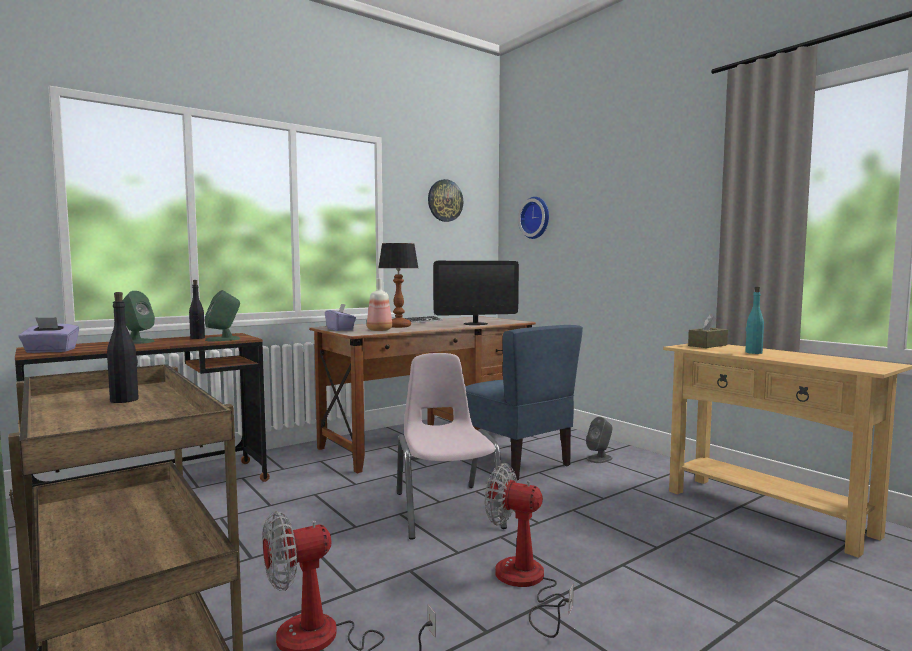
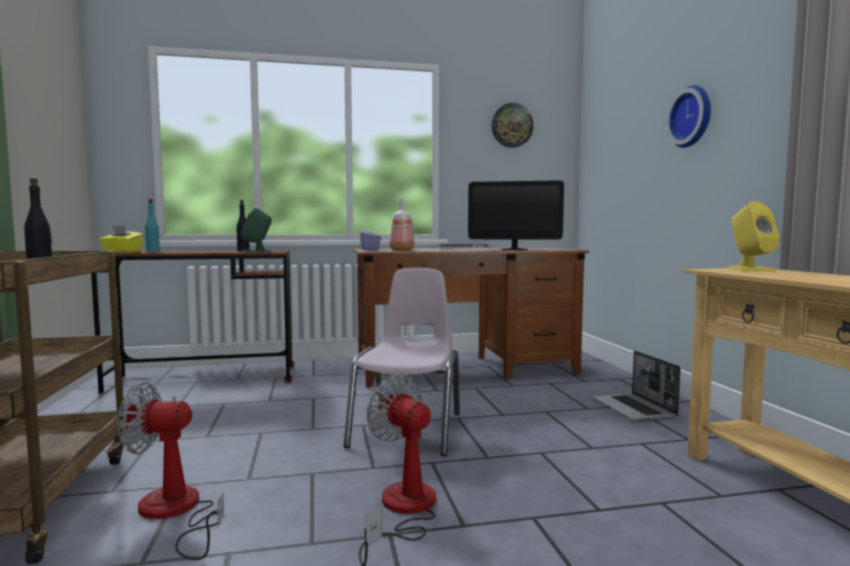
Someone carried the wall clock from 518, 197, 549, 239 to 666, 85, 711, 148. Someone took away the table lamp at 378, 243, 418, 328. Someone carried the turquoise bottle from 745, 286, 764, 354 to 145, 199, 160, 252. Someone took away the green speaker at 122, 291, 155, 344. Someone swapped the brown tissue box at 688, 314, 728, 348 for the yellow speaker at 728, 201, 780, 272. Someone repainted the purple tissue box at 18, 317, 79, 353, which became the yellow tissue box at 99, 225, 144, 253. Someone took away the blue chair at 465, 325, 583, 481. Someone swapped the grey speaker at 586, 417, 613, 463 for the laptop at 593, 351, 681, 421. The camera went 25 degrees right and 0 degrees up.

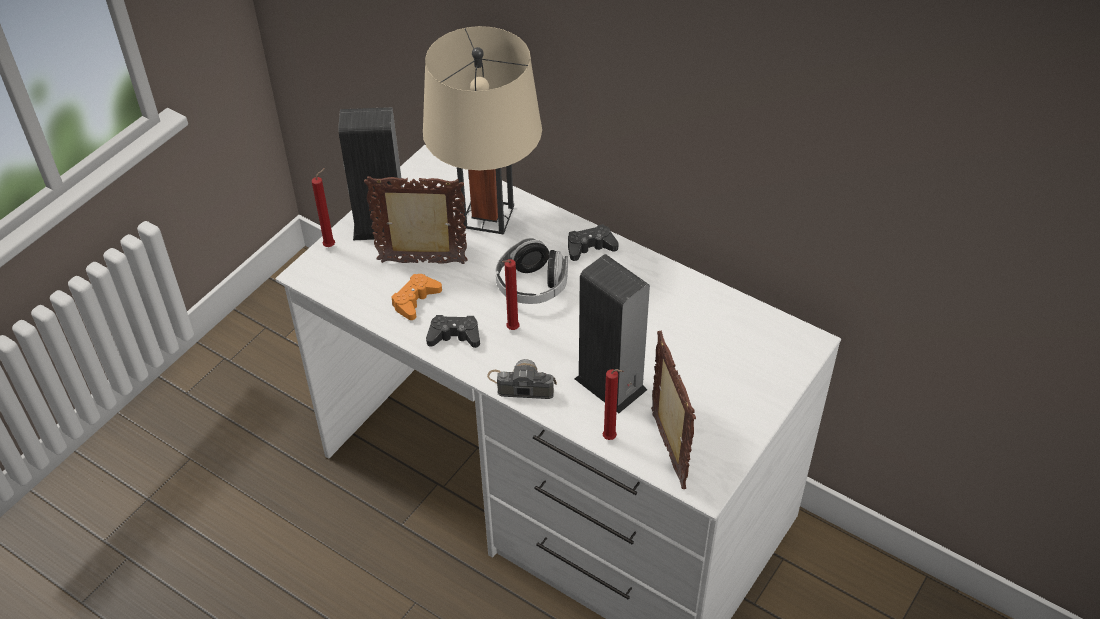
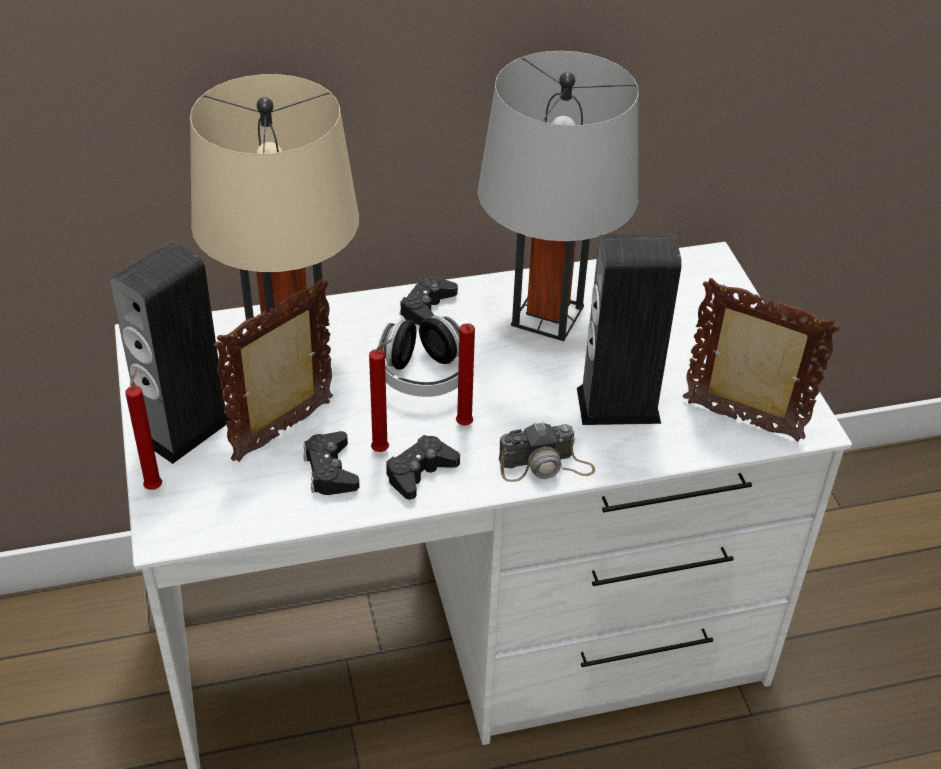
Someone repainted the orange game controller at 391, 274, 442, 320, which became the black game controller at 303, 431, 359, 495. Someone rotated the photo camera at 487, 359, 557, 399 by 150 degrees counterclockwise. Someone carried the red candle from 602, 369, 624, 440 to 369, 340, 393, 452. Someone put down the grey table lamp at 478, 51, 638, 341. The camera went 50 degrees left and 5 degrees down.

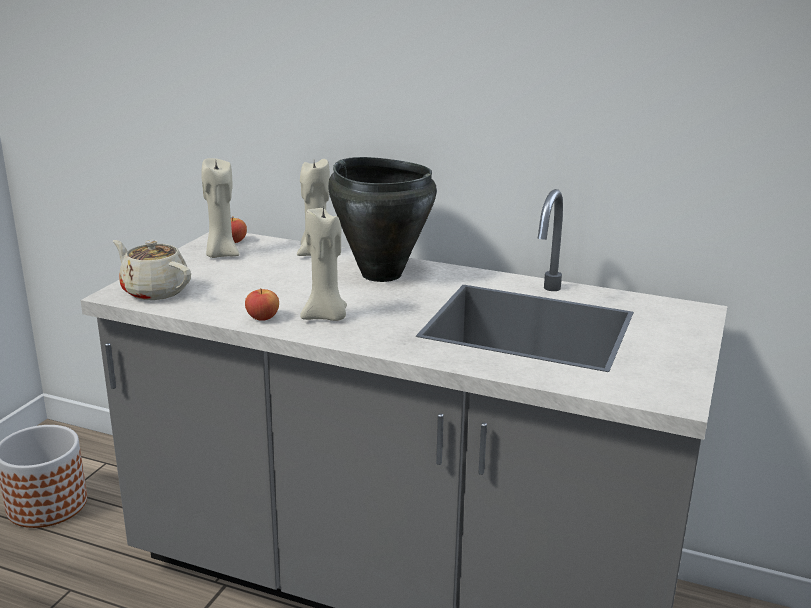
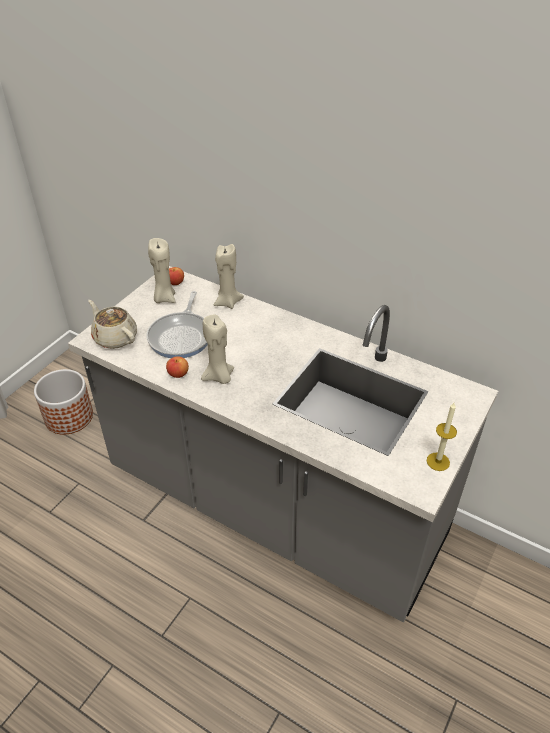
Someone took away the black cooking pot at 328, 157, 437, 282. Someone put down the frying pan at 147, 291, 208, 358. Someone put down the candle at 427, 403, 457, 471. The camera went 10 degrees right and 20 degrees up.

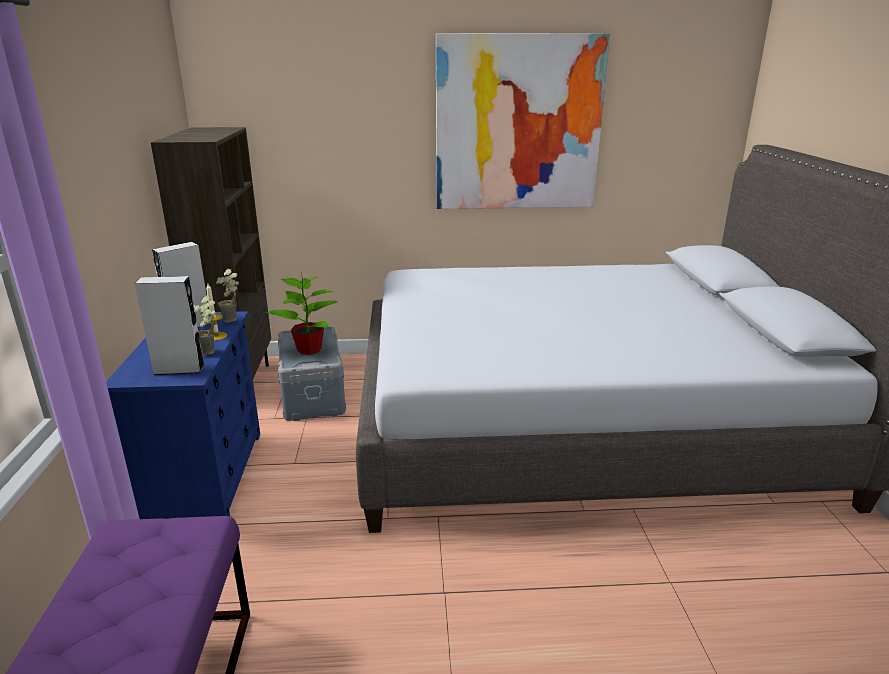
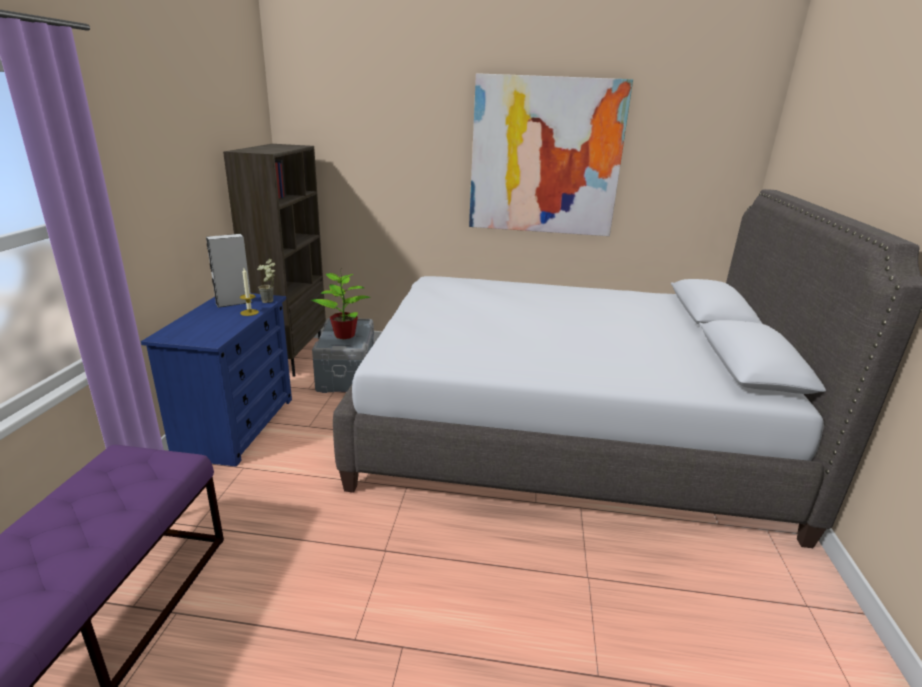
Someone took away the grey speaker at 135, 276, 205, 375. Someone took away the potted plant at 194, 295, 216, 356. The camera went 10 degrees right and 0 degrees up.

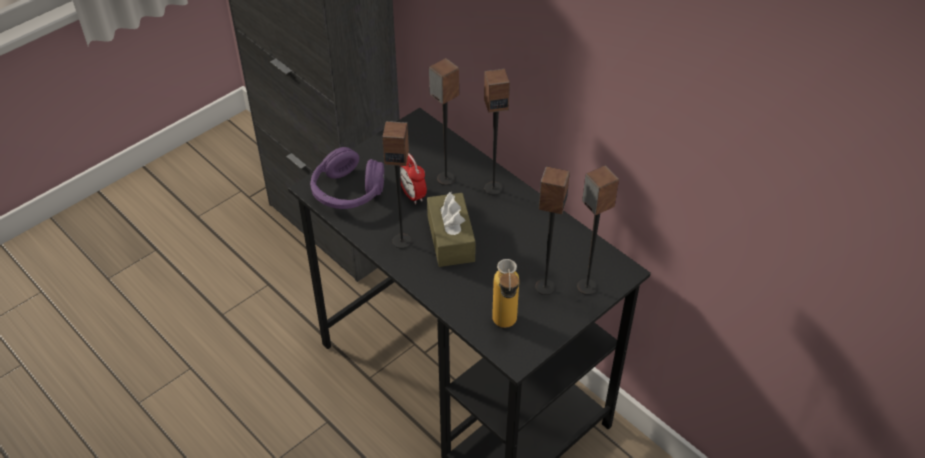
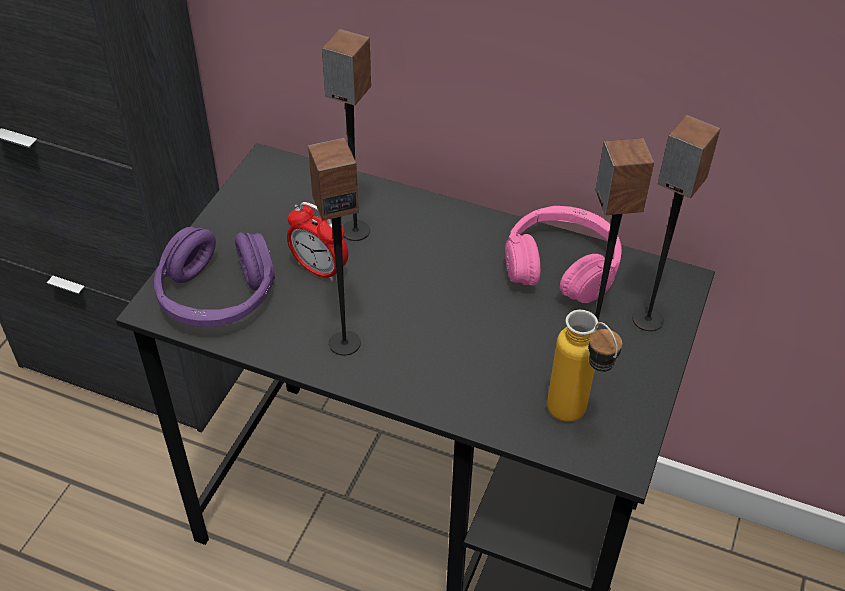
Someone took away the speaker at 484, 69, 510, 195. Someone took away the brown tissue box at 427, 192, 476, 267. Someone put down the pink headphones at 505, 206, 622, 303. The camera went 25 degrees left and 0 degrees up.

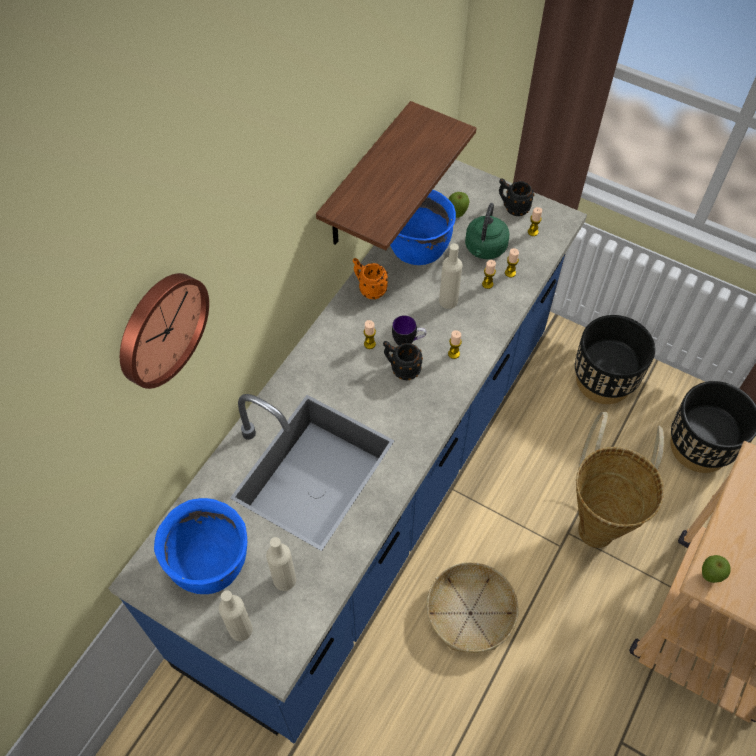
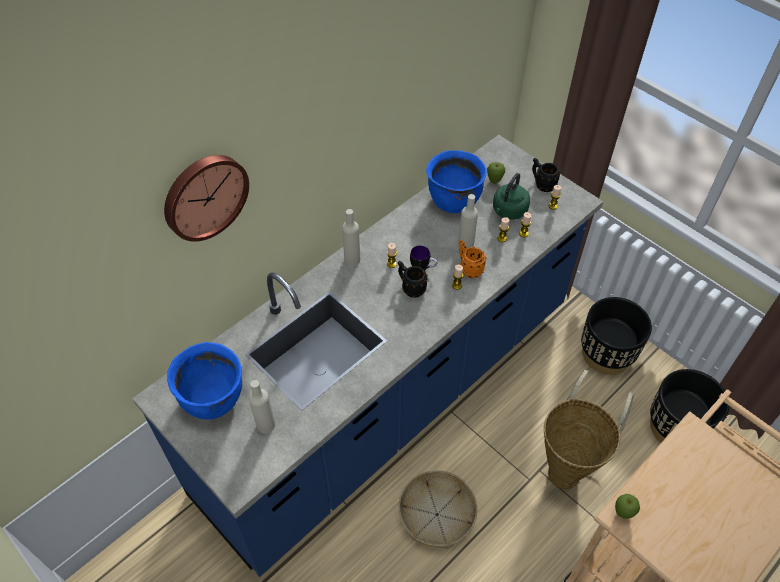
Someone took away the shelf at 316, 101, 476, 250. Someone carried the orange mug from 353, 258, 388, 299 to 459, 240, 486, 278. Someone carried the beige bottle from 219, 590, 253, 641 to 342, 209, 360, 266. The camera went 15 degrees right and 5 degrees down.

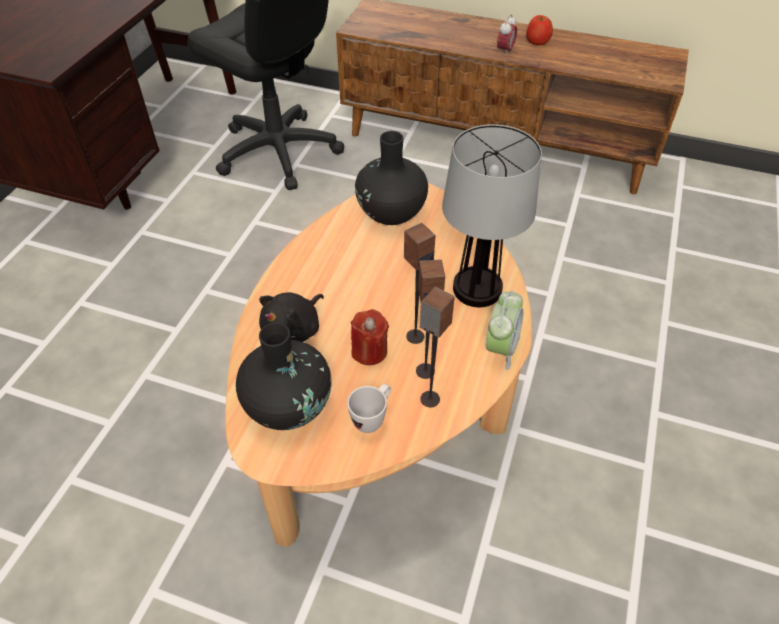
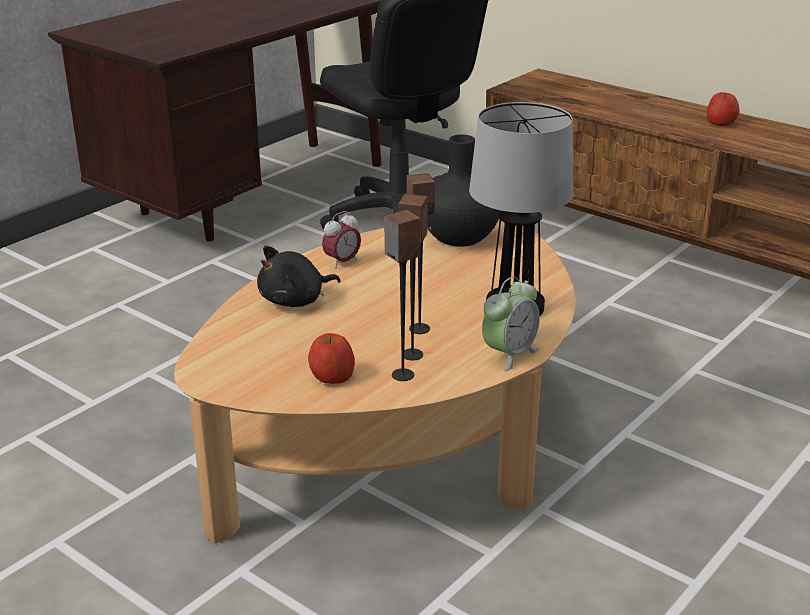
Someone carried the alarm clock from 497, 14, 517, 56 to 322, 211, 361, 268. Someone took away the red candle at 351, 309, 389, 365. Someone took away the black vase at 236, 323, 332, 430. Someone swapped the white mug at 347, 384, 391, 433 for the apple at 308, 333, 355, 384. The camera went 20 degrees right and 20 degrees down.

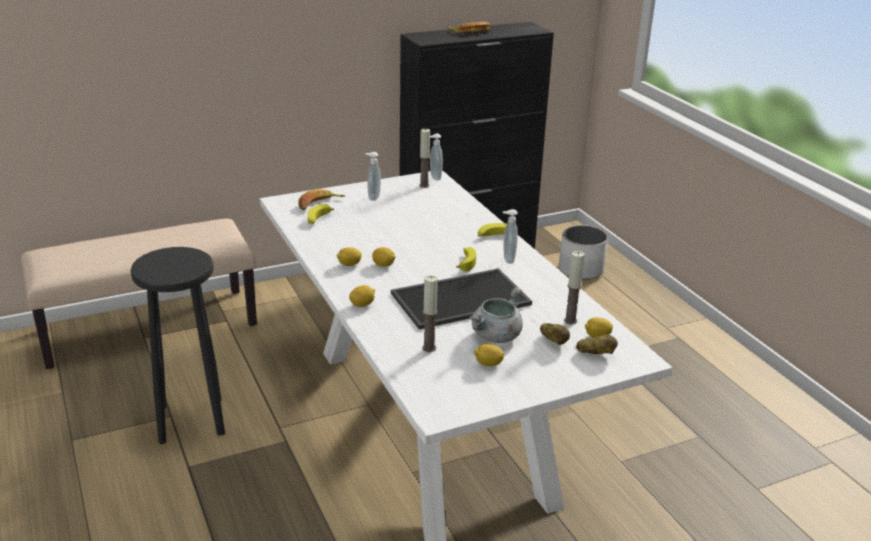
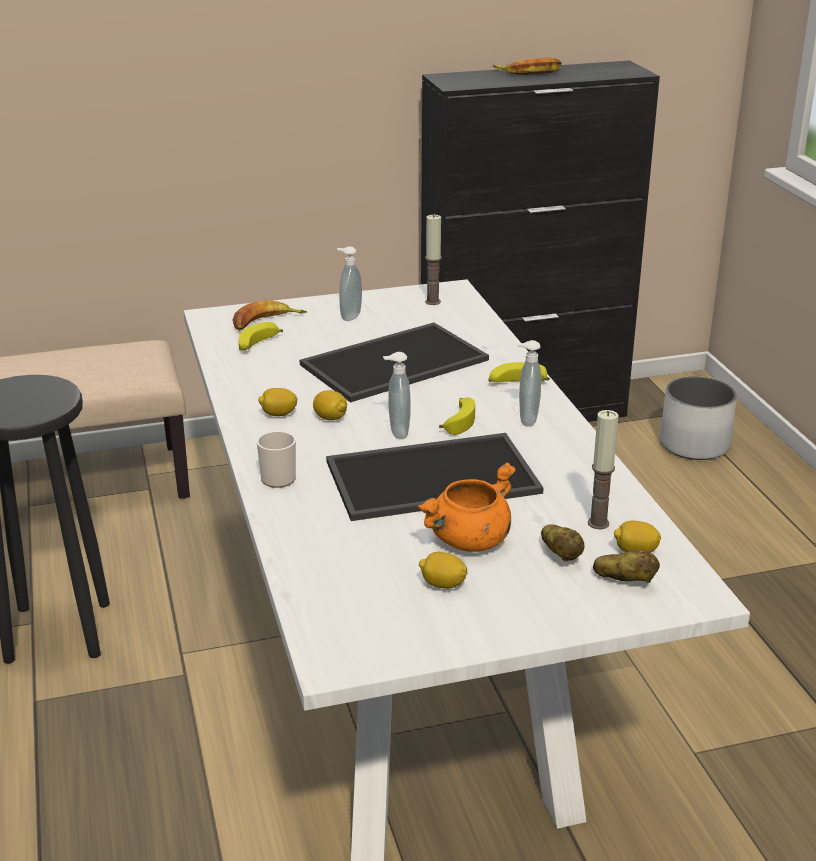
Someone carried the soap dispenser from 430, 134, 443, 180 to 383, 352, 411, 439. Someone took away the candle at 422, 275, 438, 352. Someone swapped the lemon at 349, 285, 375, 307 for the mug at 257, 431, 296, 488. Someone repainted the grey cooking pot at 469, 287, 523, 343, which became the orange cooking pot at 418, 462, 516, 552. Someone put down the tray at 300, 323, 489, 403. The camera went 10 degrees right and 0 degrees up.

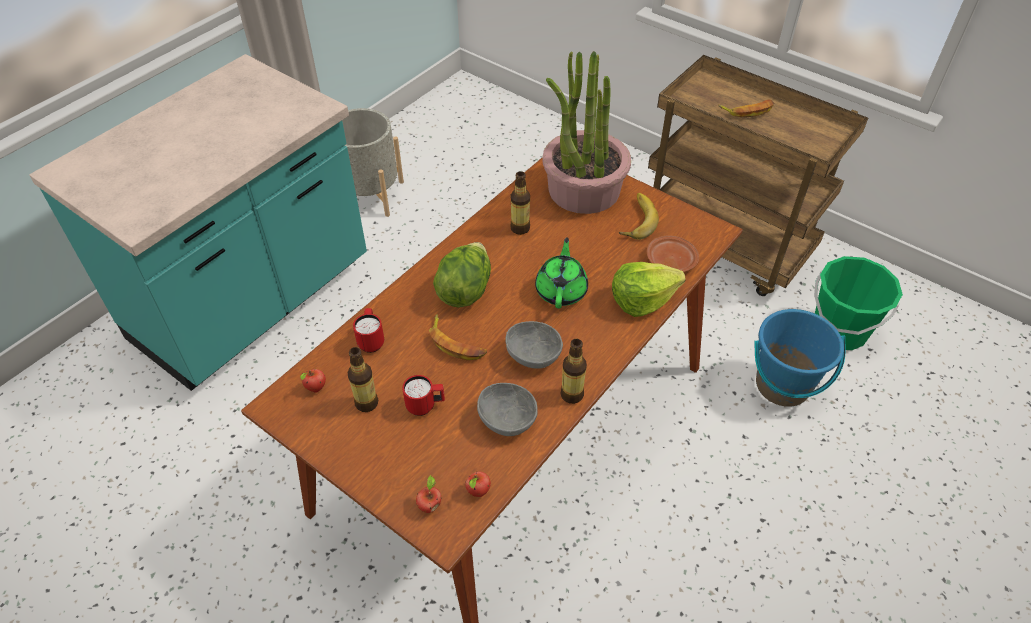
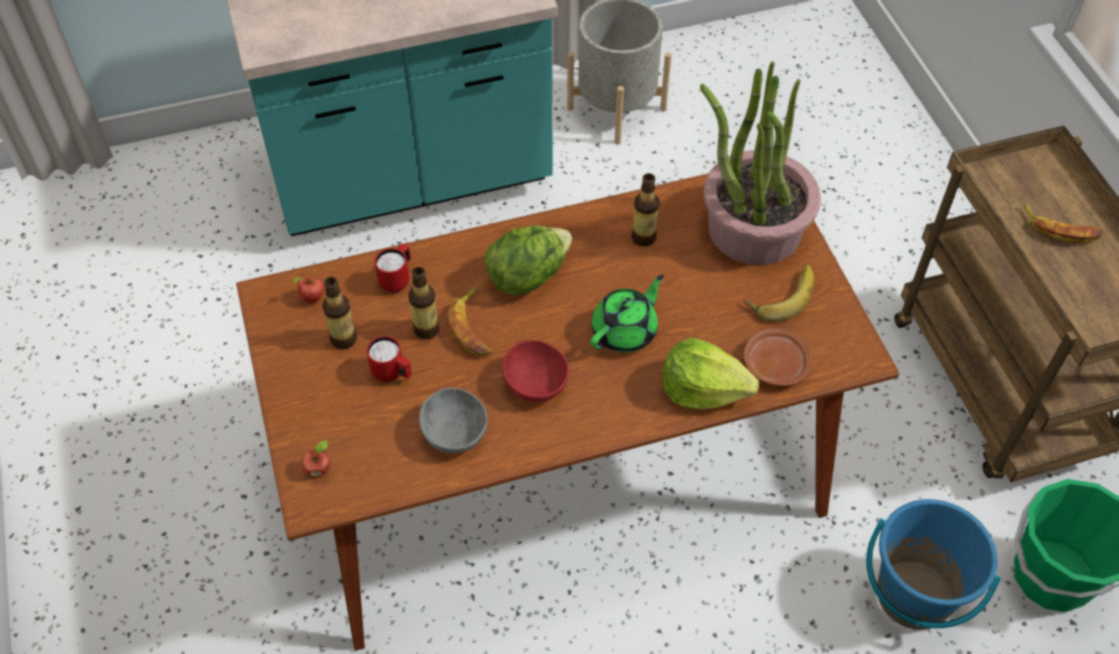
Someone repainted the grey bowl at 506, 321, 563, 369, which became the red bowl at 502, 340, 569, 402. Someone carried the bottle from 560, 339, 587, 404 to 409, 267, 440, 339. Someone took away the apple at 465, 471, 491, 497. The camera went 35 degrees right and 5 degrees up.

